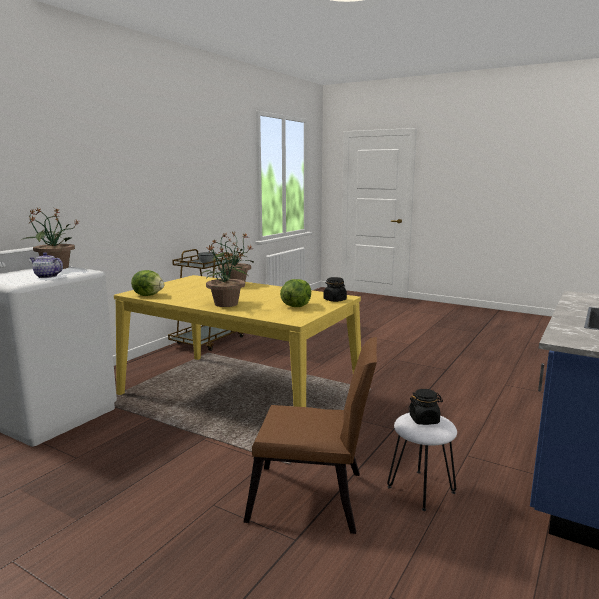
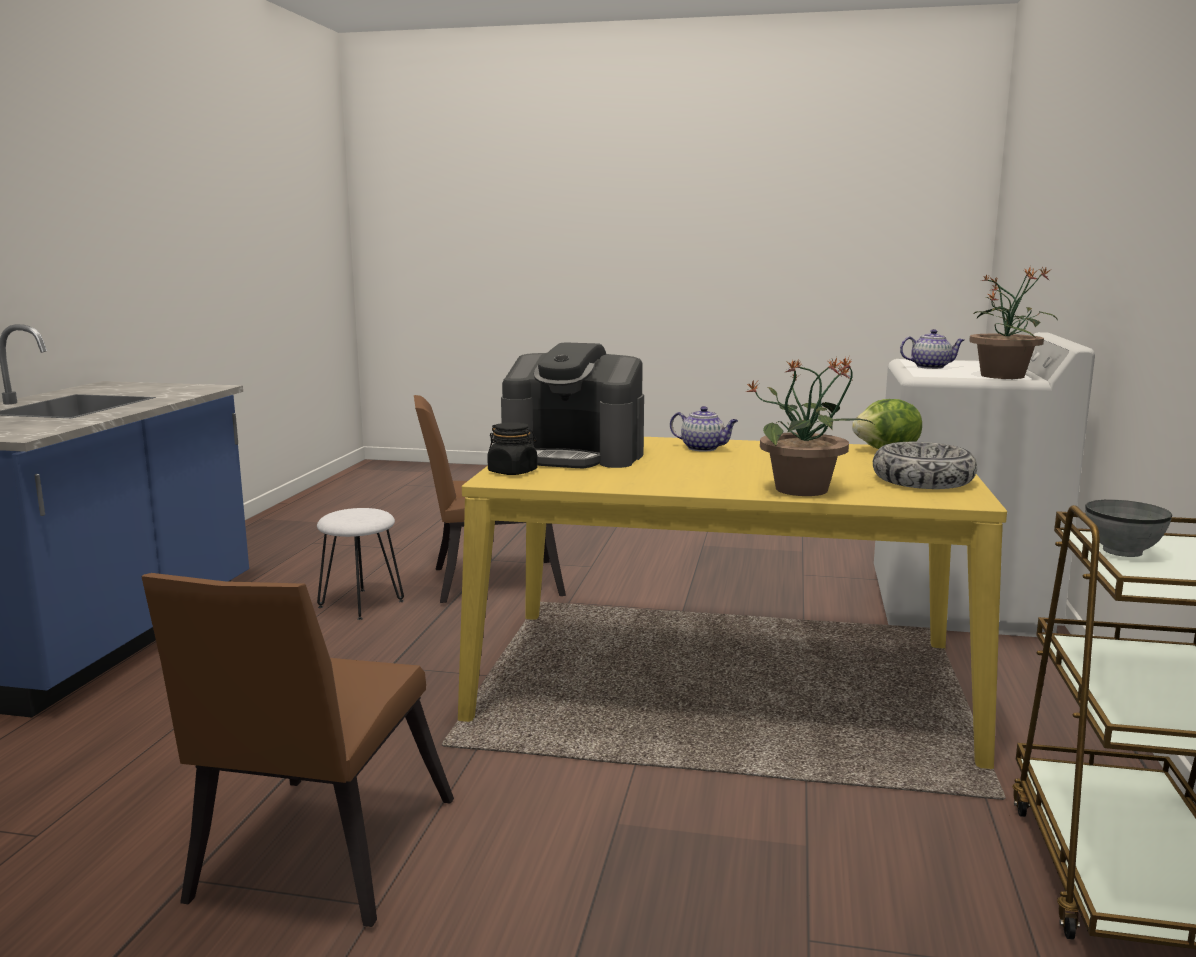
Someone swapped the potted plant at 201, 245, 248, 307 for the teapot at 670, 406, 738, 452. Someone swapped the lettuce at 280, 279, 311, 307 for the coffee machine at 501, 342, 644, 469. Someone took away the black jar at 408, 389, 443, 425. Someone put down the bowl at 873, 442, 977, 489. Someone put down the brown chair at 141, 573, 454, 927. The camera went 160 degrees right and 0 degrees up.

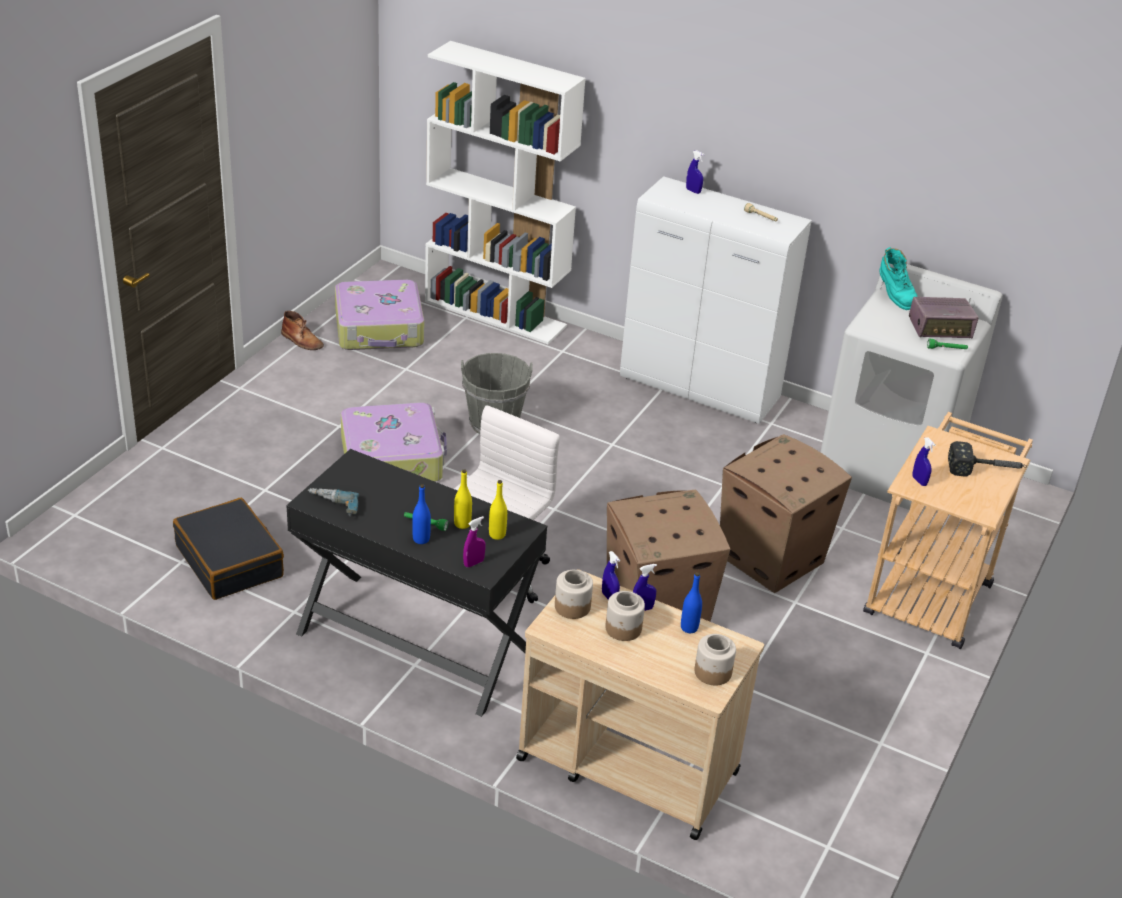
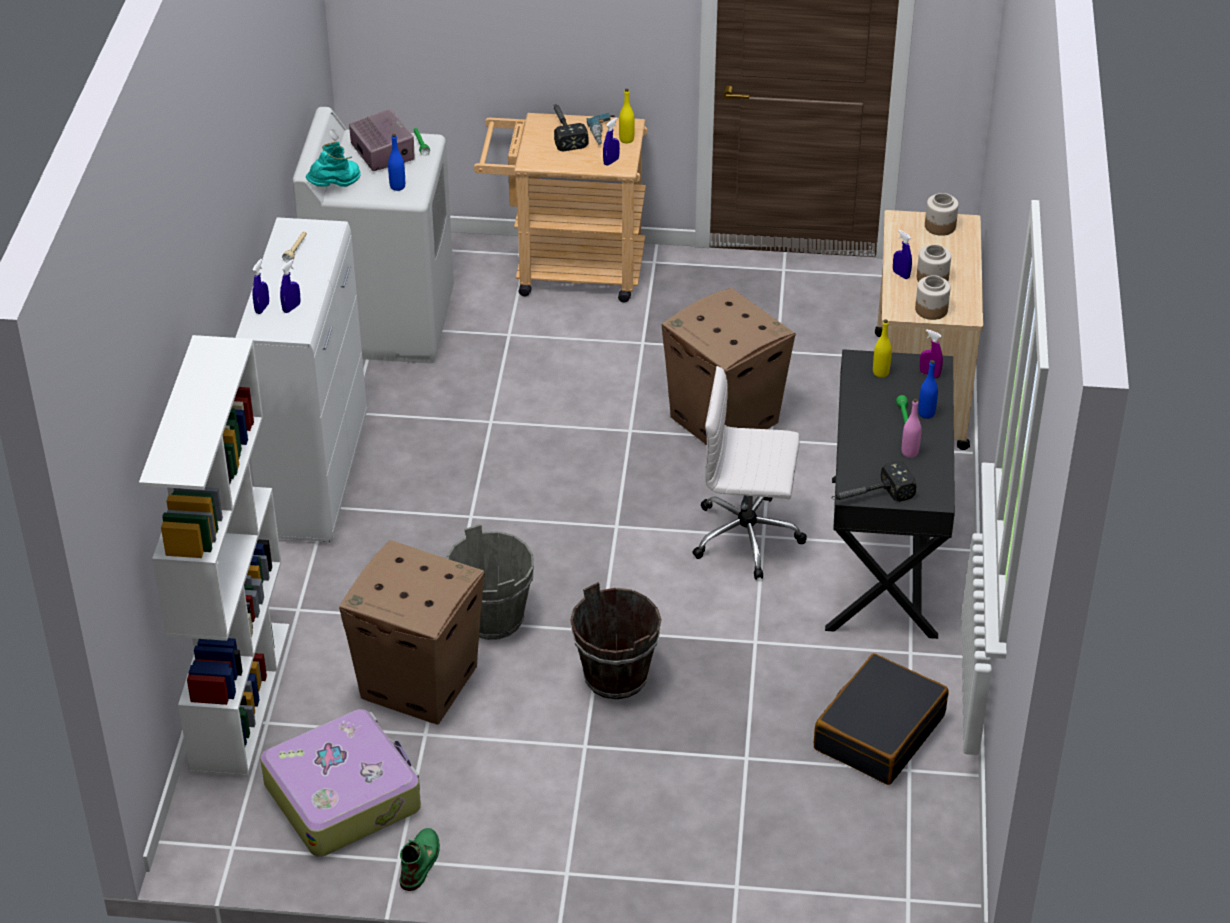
Someone repainted the brown boot at 281, 311, 324, 350, which became the green boot at 400, 828, 440, 891. Someone swapped the suitcase at 341, 402, 447, 482 for the brown bucket at 570, 582, 662, 699. Someone carried the cardboard box from 720, 434, 852, 593 to 339, 540, 485, 725. Someone carried the yellow bottle from 454, 469, 472, 529 to 619, 89, 635, 143. Someone carried the power drill from 308, 488, 360, 516 to 587, 113, 615, 145. Someone carried the blue spray bottle from 602, 551, 620, 600 to 280, 259, 300, 313. Someone carried the blue bottle from 681, 572, 702, 633 to 388, 134, 405, 191. Someone put down the pink bottle at 902, 399, 921, 458. Someone put down the hammer at 832, 461, 917, 502. The camera went 110 degrees left and 5 degrees up.

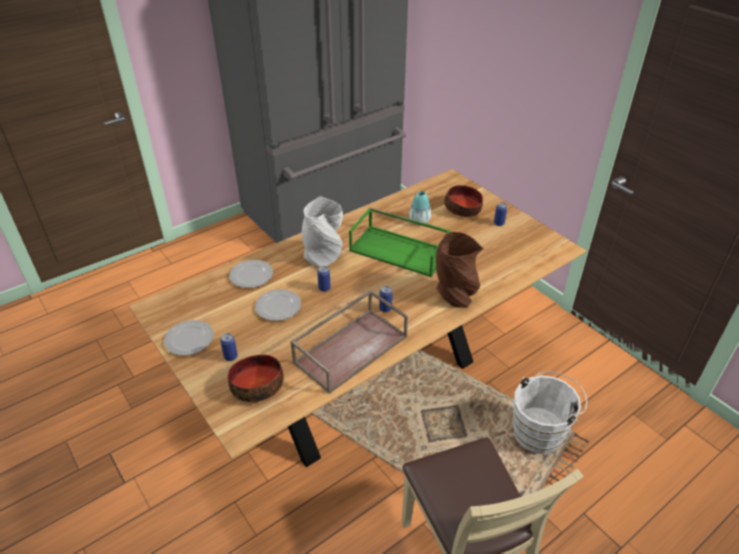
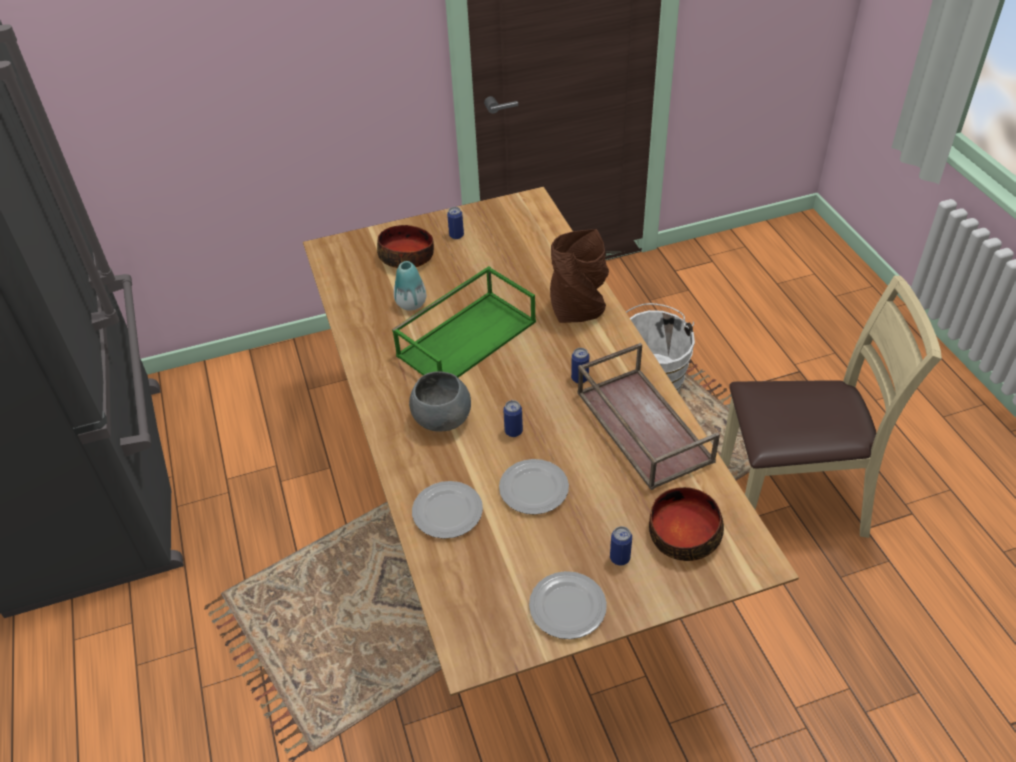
Someone swapped the grey vase at 302, 196, 343, 267 for the grey bowl at 409, 372, 471, 432. The camera went 70 degrees left and 5 degrees up.

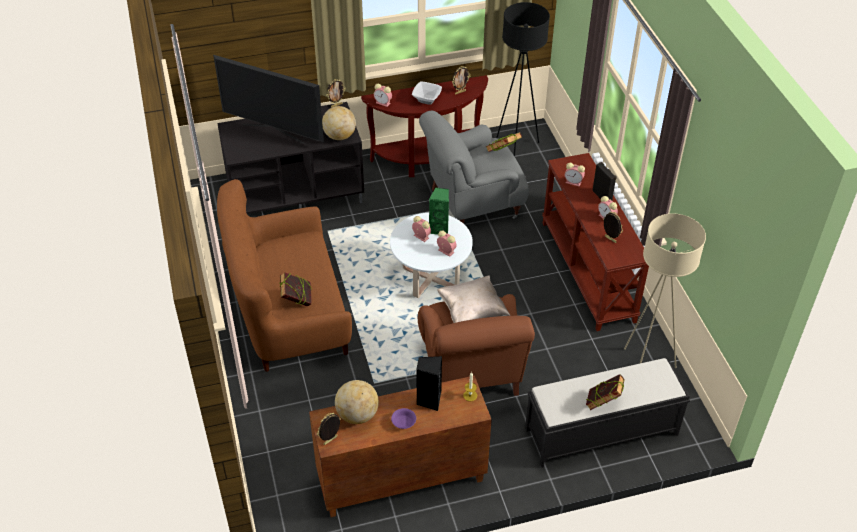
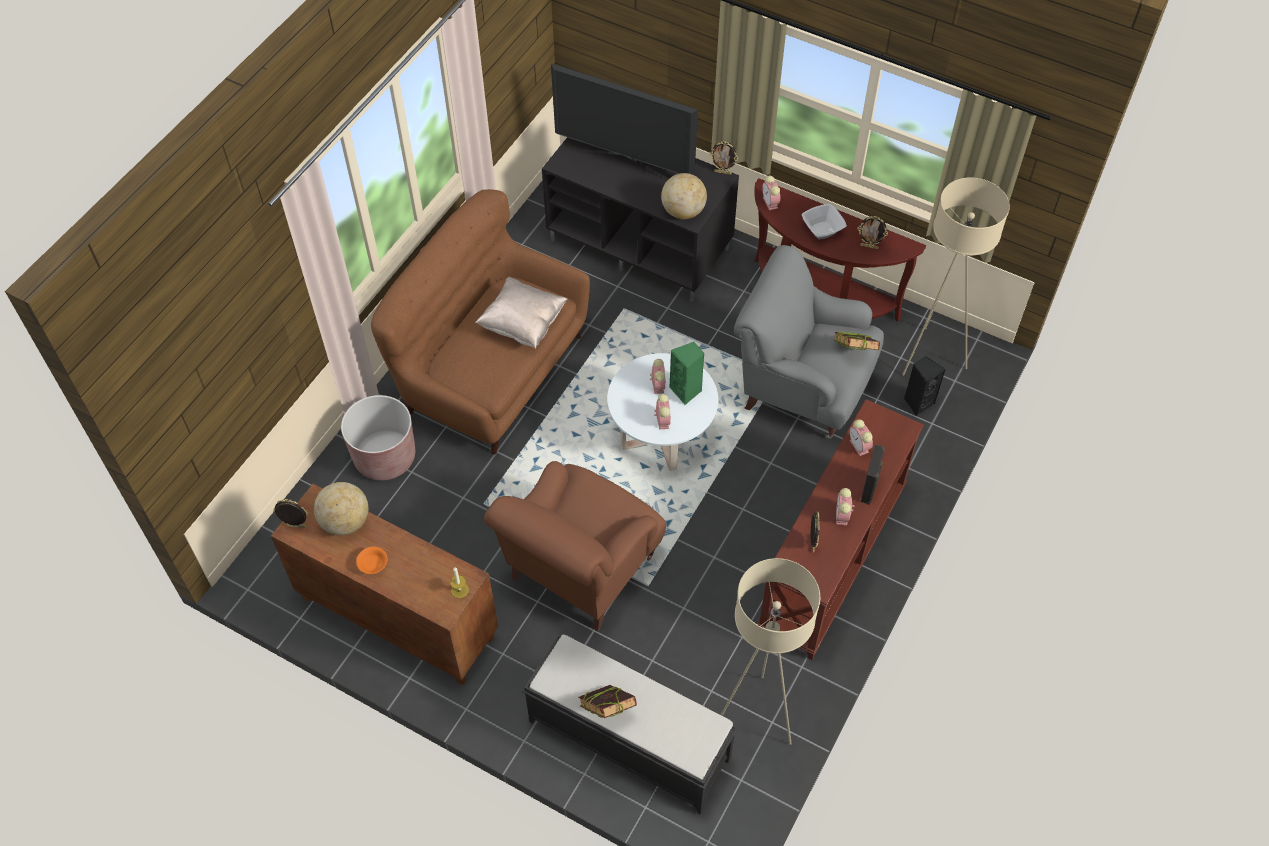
Someone repainted the black floor lamp at 496, 2, 550, 157, which became the beige floor lamp at 902, 178, 1010, 376. Someone rotated the television at 213, 55, 324, 144 by 45 degrees counterclockwise. Someone took away the book at 279, 272, 312, 306. Someone carried the beige pillow from 437, 275, 510, 323 to 475, 277, 568, 349. Someone carried the black speaker from 416, 356, 442, 411 to 904, 356, 945, 416. Someone repainted the purple bowl at 391, 408, 416, 429, which became the orange bowl at 356, 547, 388, 574. Someone put down the brown planter at 341, 395, 415, 481. The camera went 45 degrees right and 10 degrees up.

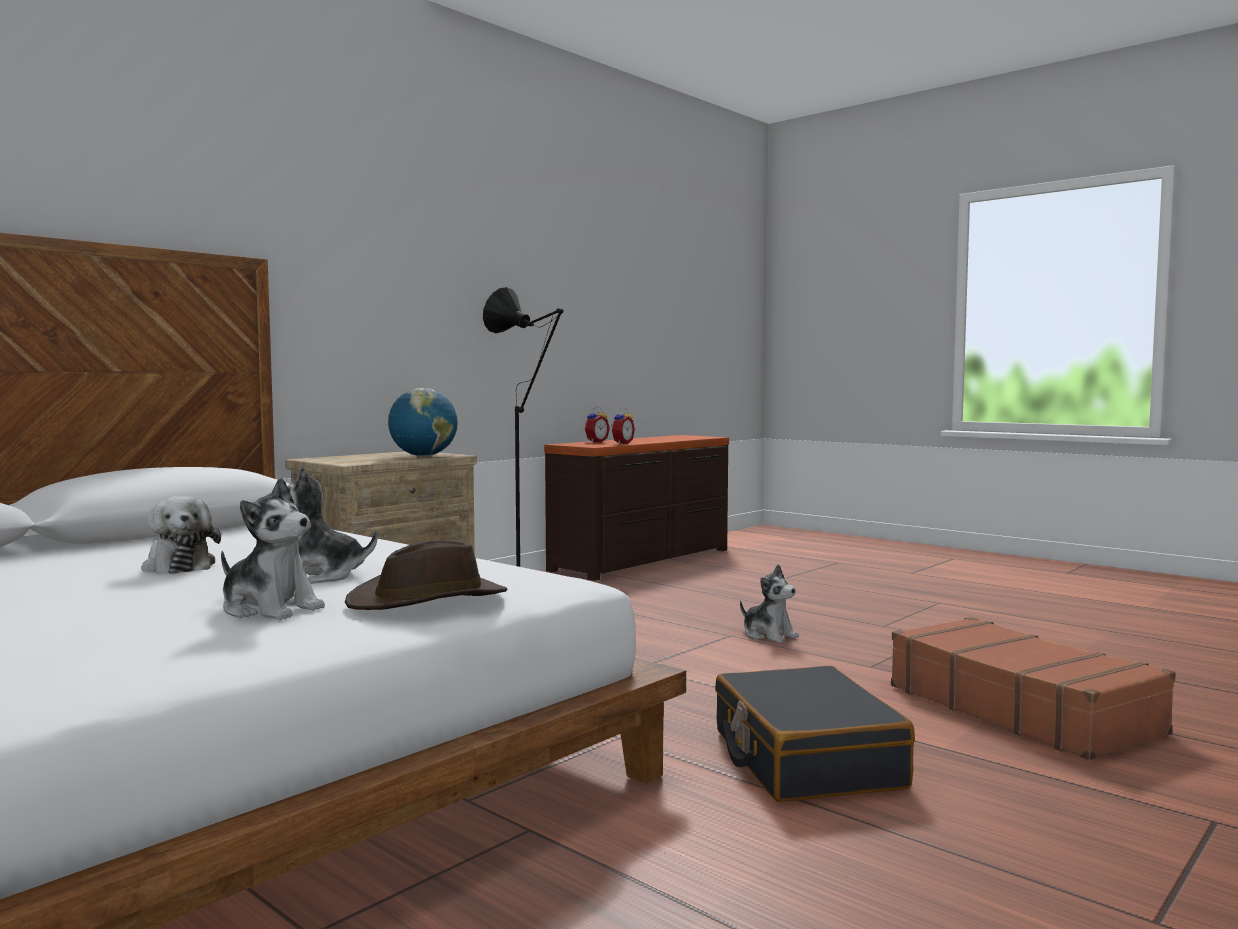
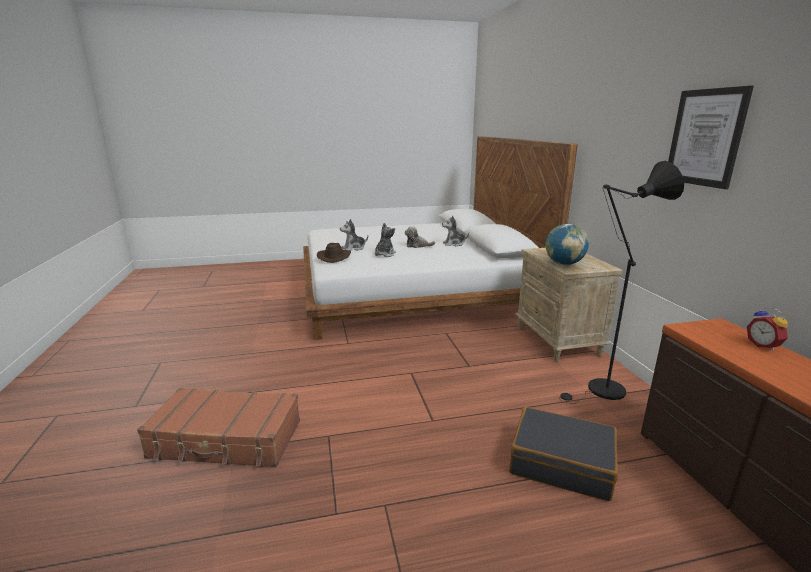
Someone took away the alarm clock at 611, 407, 635, 444. Someone carried the plush toy from 740, 564, 799, 643 to 442, 216, 469, 246. Someone carried the black suitcase from 715, 666, 915, 802 to 509, 407, 618, 501. Someone put up the picture at 668, 85, 754, 189. The camera went 125 degrees right and 15 degrees up.

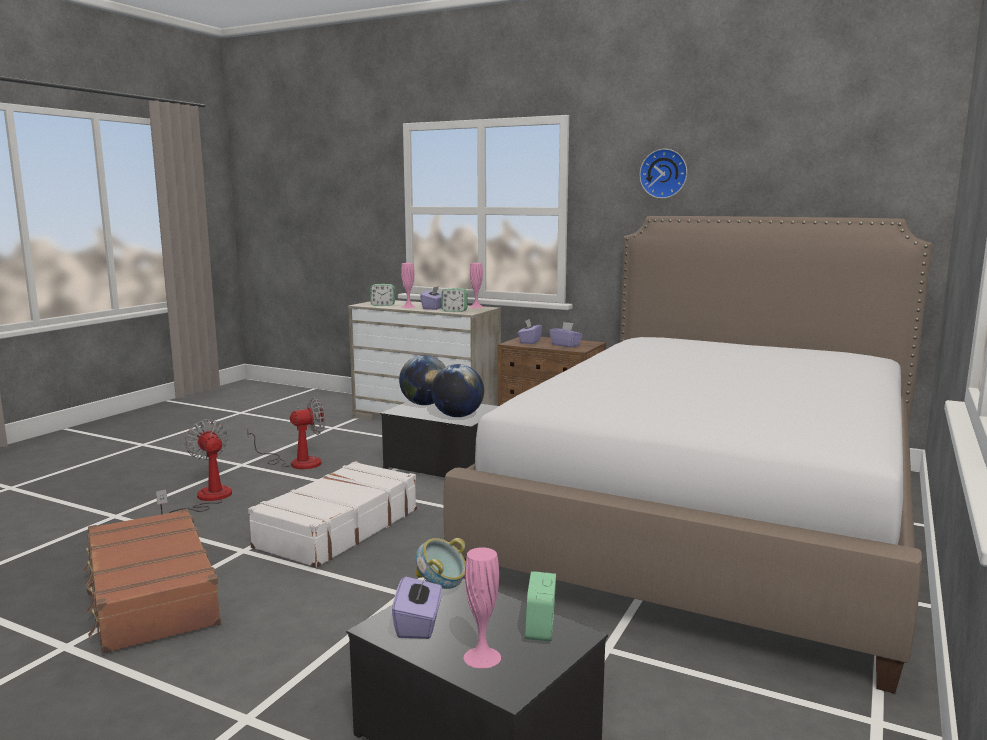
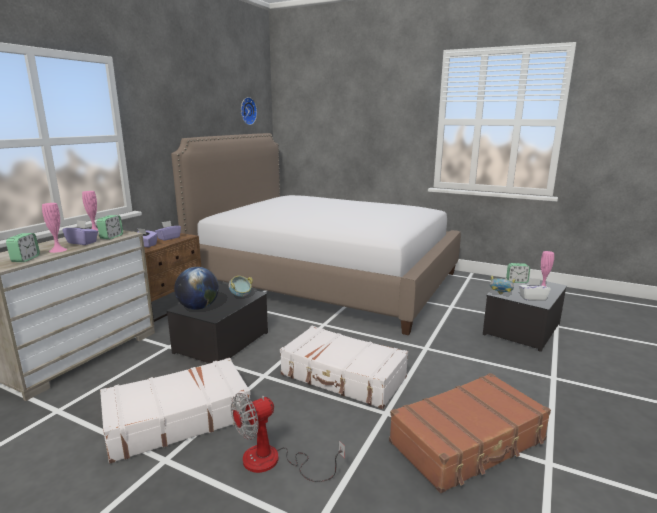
Someone carried the wall clock from 639, 149, 687, 199 to 241, 97, 257, 125. Someone swapped the globe at 431, 364, 484, 417 for the bowl at 229, 276, 253, 297. Someone swapped the fan at 247, 397, 325, 469 for the white suitcase at 100, 358, 250, 464. Someone repainted the purple tissue box at 392, 573, 442, 639, which became the white tissue box at 519, 278, 551, 300. The camera went 90 degrees left and 5 degrees up.

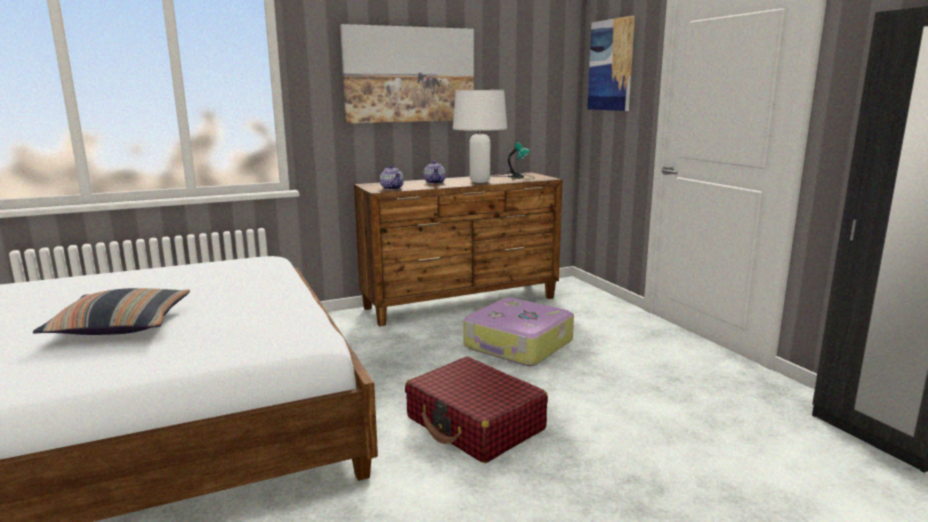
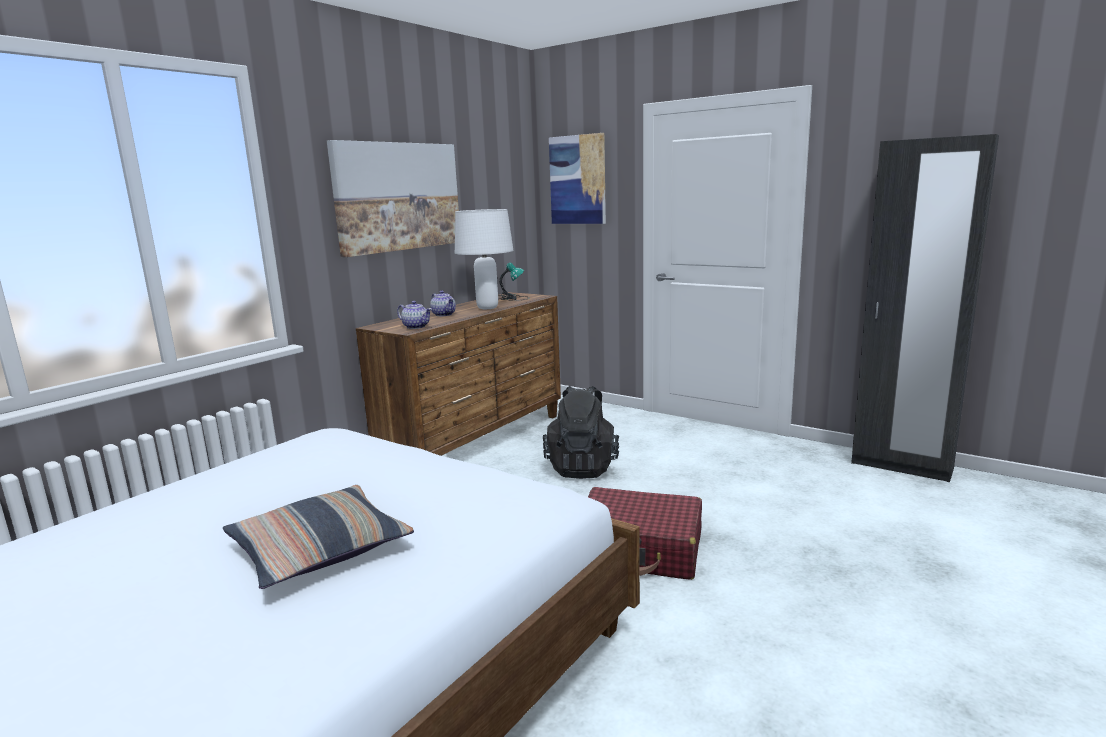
Someone swapped the suitcase at 463, 297, 574, 366 for the black backpack at 543, 386, 619, 479. The camera went 30 degrees left and 0 degrees up.

